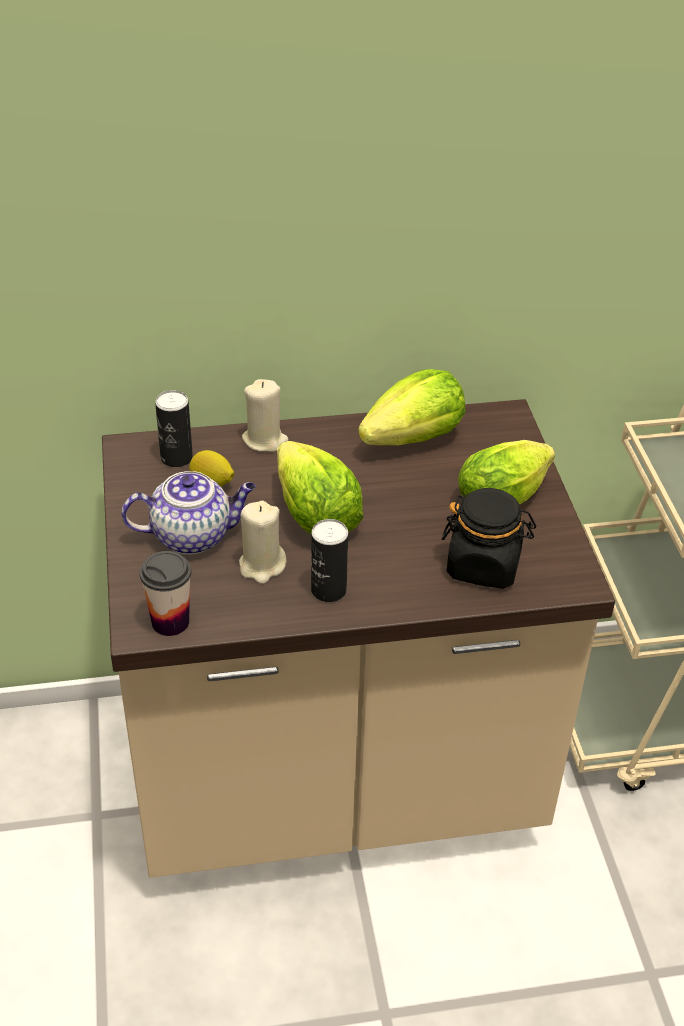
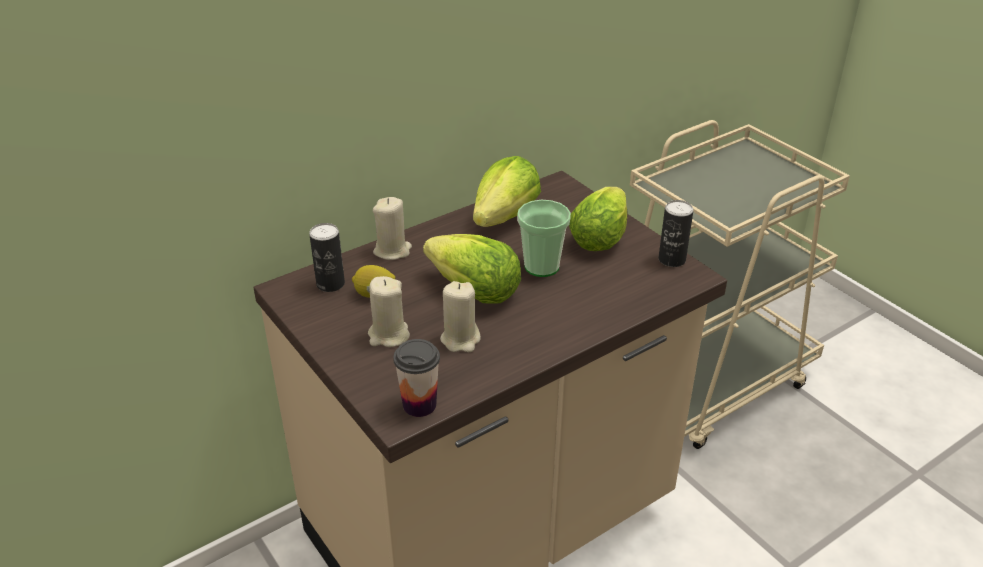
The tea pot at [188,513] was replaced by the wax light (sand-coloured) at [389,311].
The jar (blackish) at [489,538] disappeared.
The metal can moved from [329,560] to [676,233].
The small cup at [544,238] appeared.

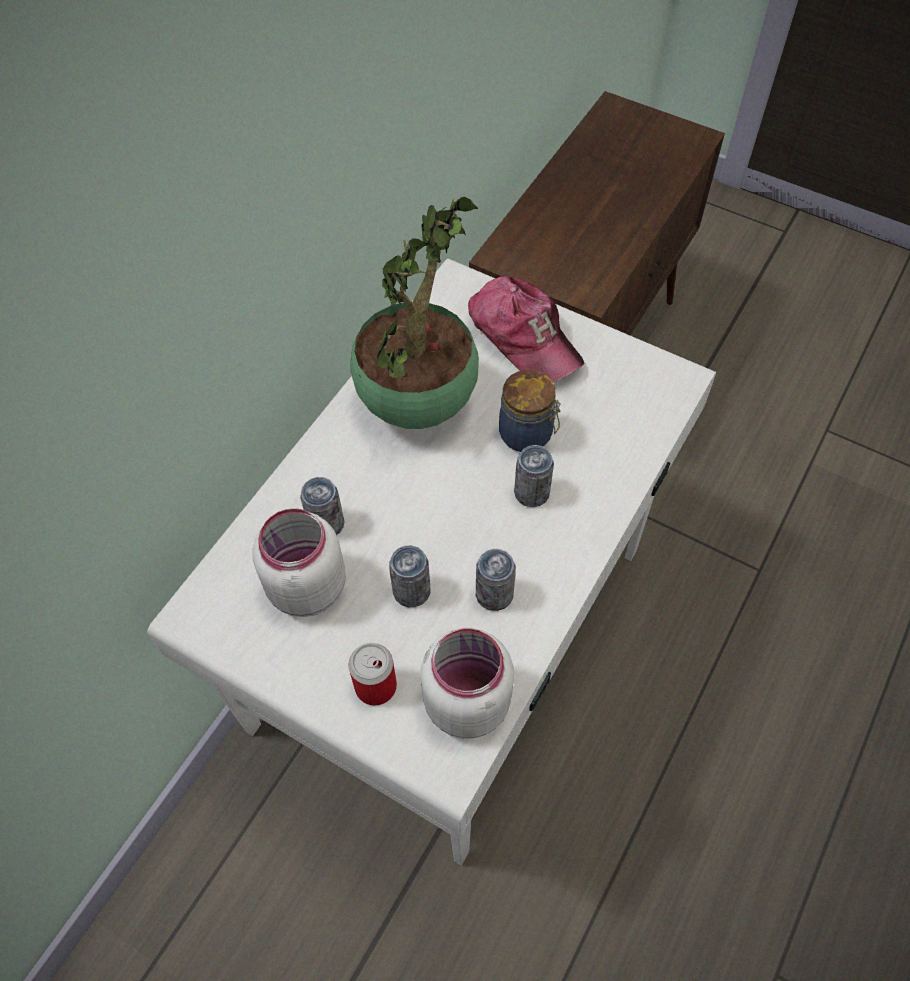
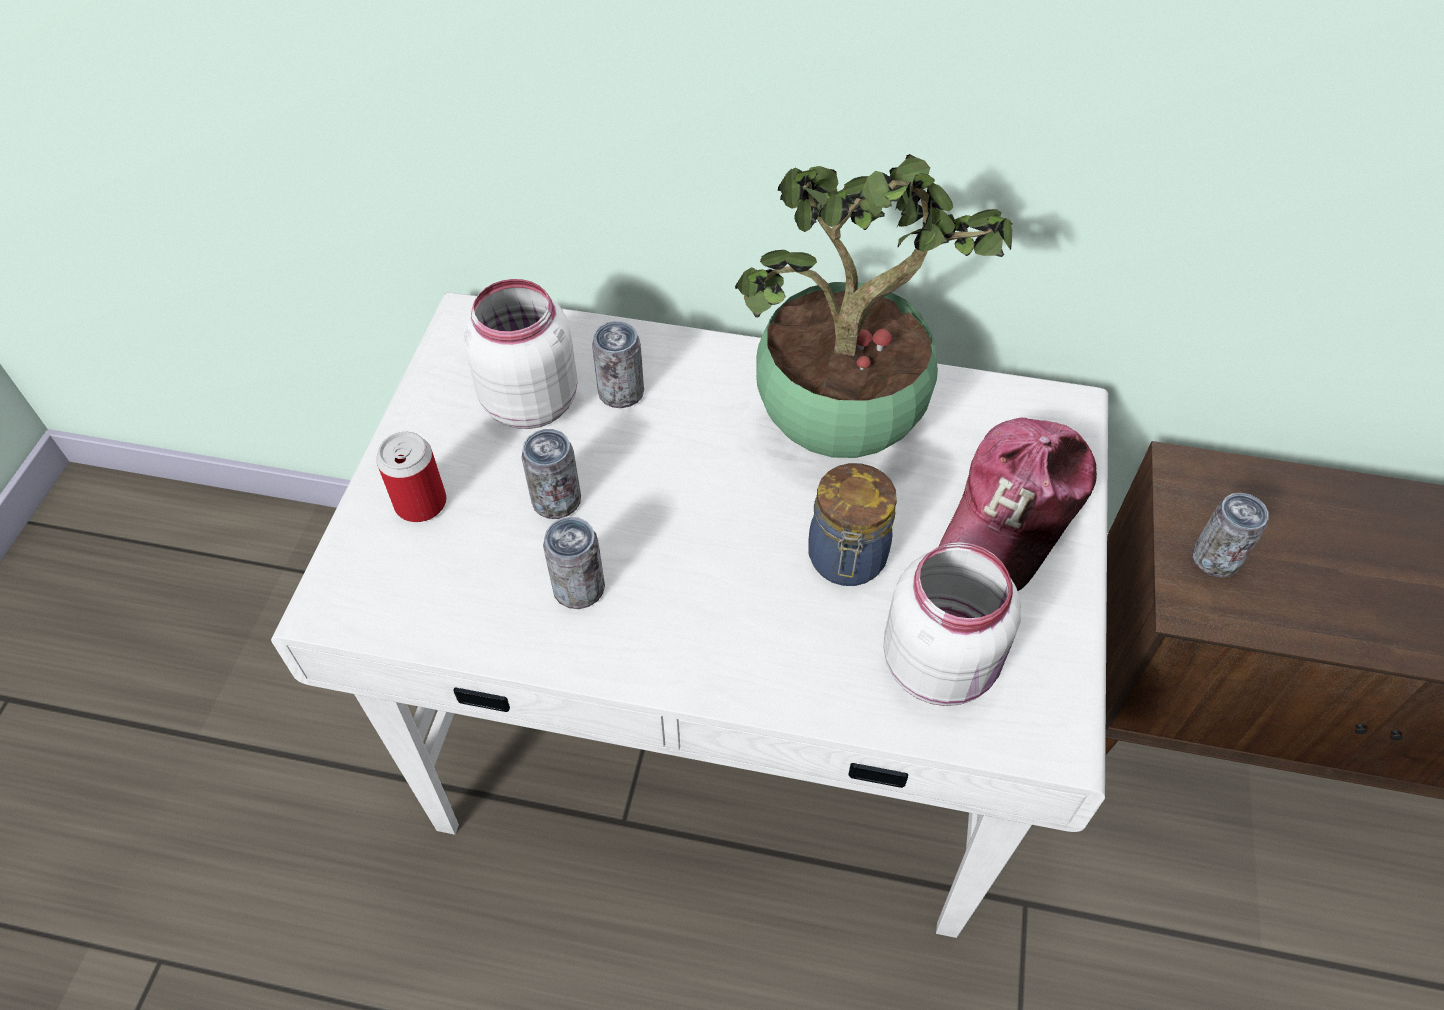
The metal can moved from [534,476] to [1230,535].
The jar (whitish) moved from [467,683] to [952,624].

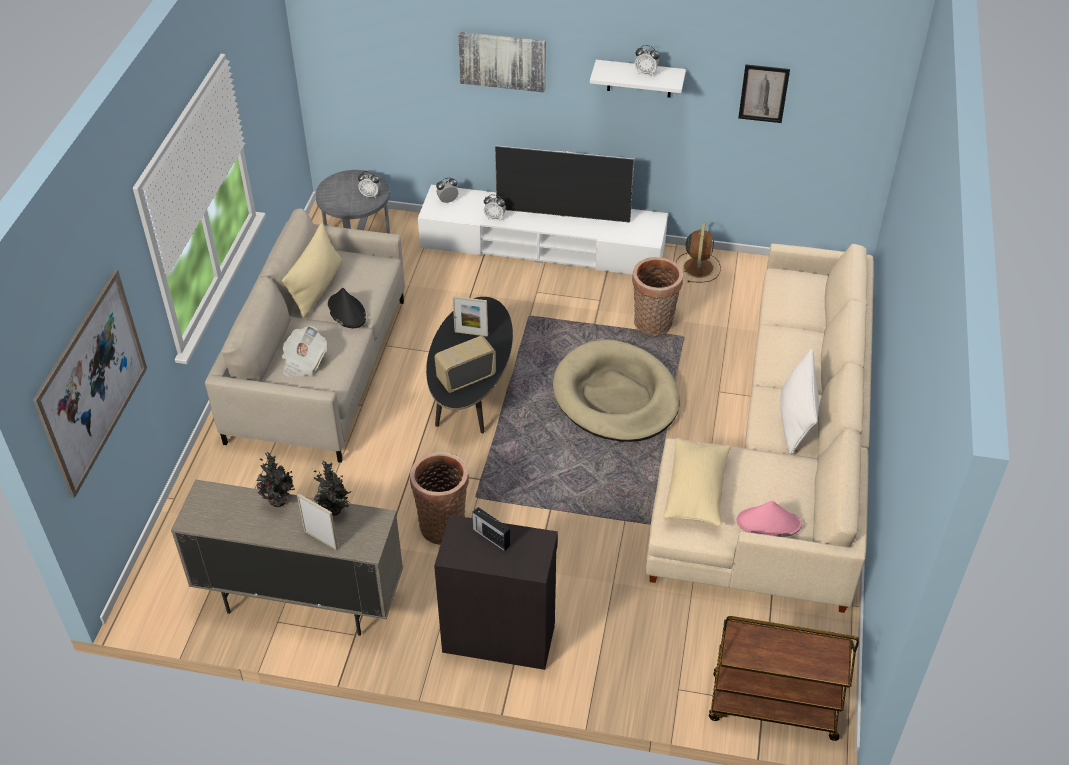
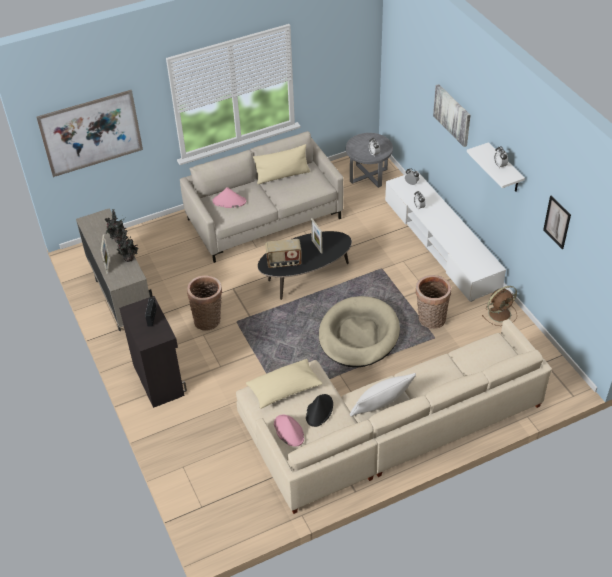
The TV set at [564,184] disappeared.
The wearable hat (blackish) moved from [347,308] to [319,410].
The printed paper at [304,351] was replaced by the wearable hat (pinkish) at [229,197].
The radio set at [465,364] turned 150 degrees clockwise.
The trolley (brownish) at [784,678] disappeared.

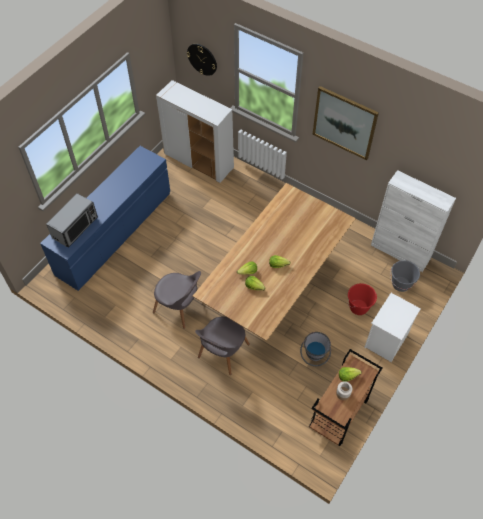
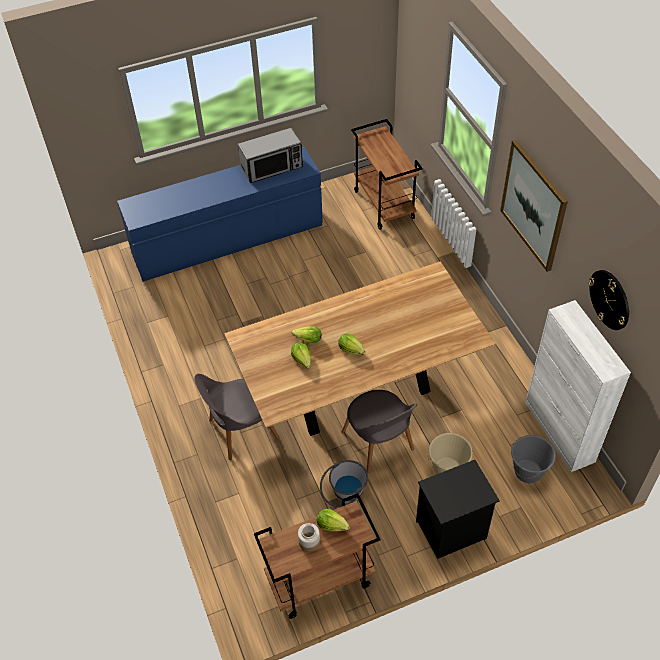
The clock on the wall moved from [202,59] to [608,300].
The cabinet (whitish) at [195,131] was replaced by the trolley (brownish) at [386,174].
The microwave moved from [72,220] to [270,155].
The chair (gray) moved from [177,300] to [379,431].
The pail (red) at [362,299] became the pail (sand-coloured) at [450,453].
The night table (whitish) at [392,327] became the night table (blackish) at [458,509].

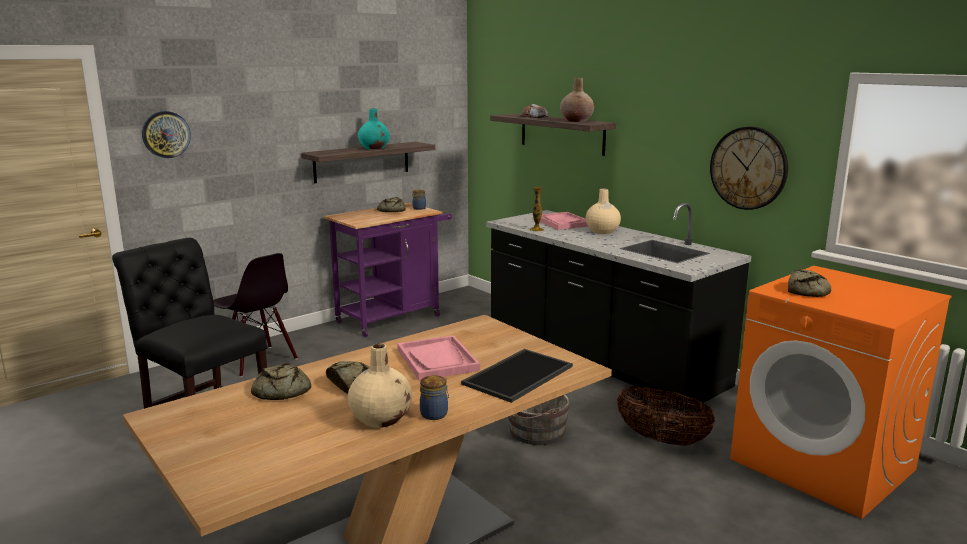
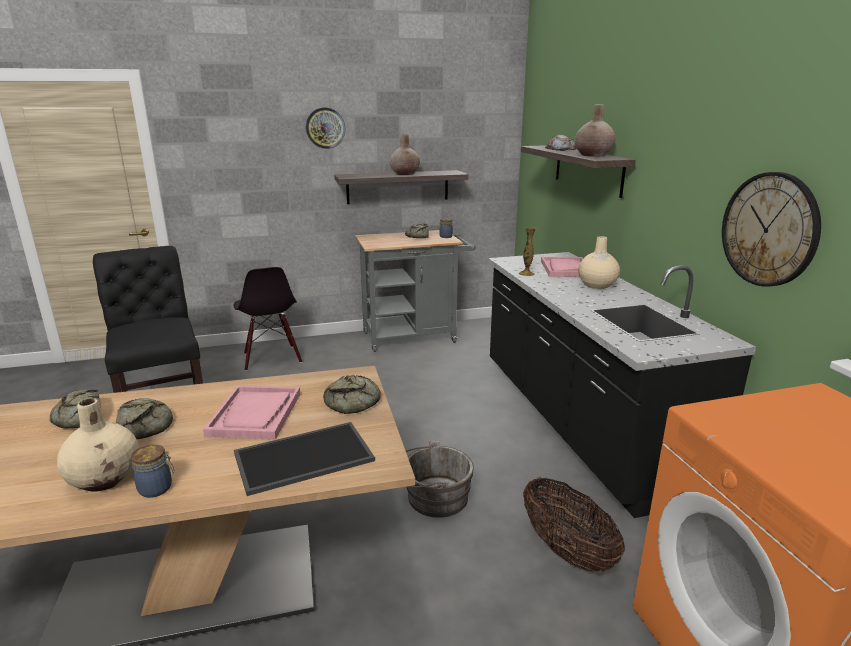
The decorative vase (blue-green) at [374,128] became the decorative vase (sand-coloured) at [404,155].
The clock on the wall moved from [166,134] to [325,128].
The trolley (purplish) at [388,270] became the trolley (gray) at [415,291].
The baked bread moved from [809,283] to [352,394].

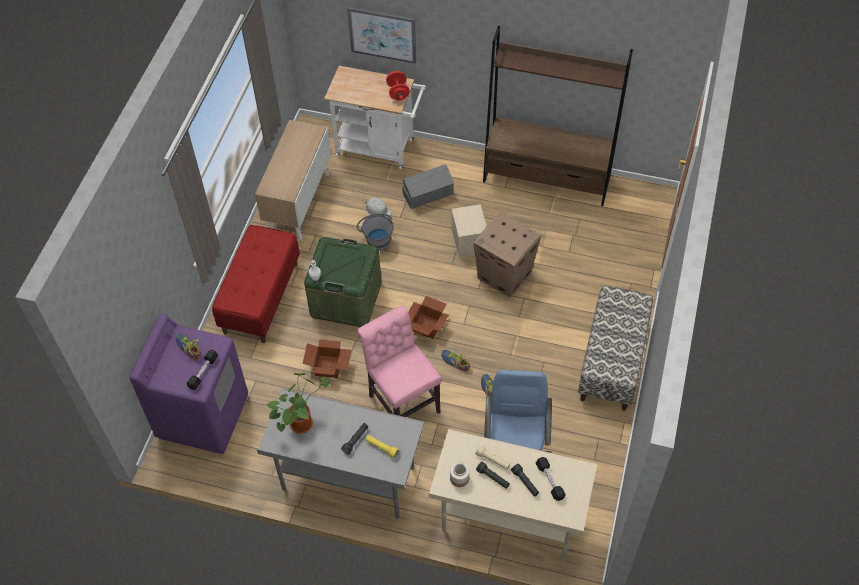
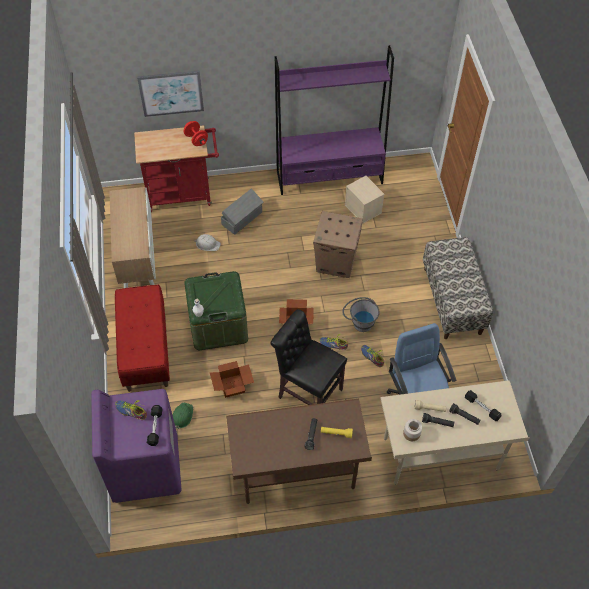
The shelving unit (brownish) at [558,116] became the shelving unit (purplish) at [334,120].
The trolley (whitish) at [375,118] became the trolley (red) at [176,168].
The storage bin (sand-coloured) moved from [469,231] to [364,200].
The pail (gray) moved from [375,232] to [361,314].
The chair (pinkish) at [399,361] became the chair (blackish) at [308,357].
The potted plant at [297,403] disappeared.
The desk unit (gray) at [341,453] became the desk unit (brownish) at [299,451].
The hard hat (green) at [183,416] appeared.

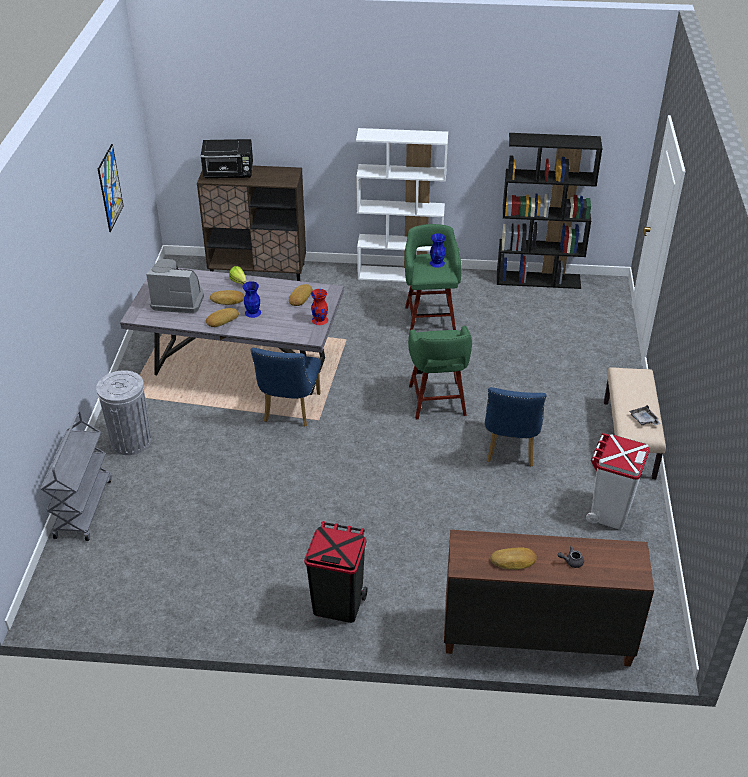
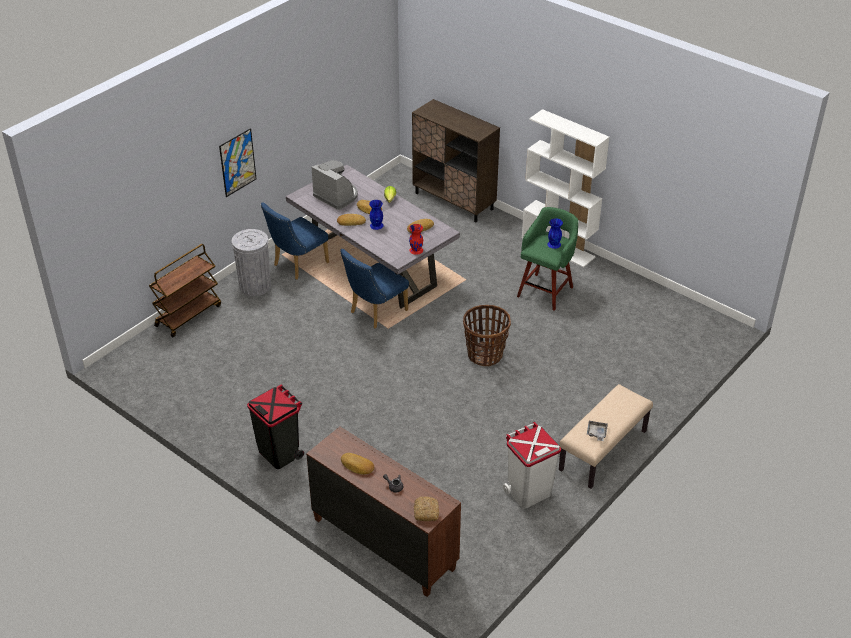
The shelving unit (blackish) at [550,211] disappeared.
The microwave (blackish) at [227,159] disappeared.
The picture moved from [111,188] to [238,162].
The stool (green) at [440,372] was replaced by the storage basket at [487,336].
The chair (bluish) moved from [515,427] to [295,241].
The trolley (gray) at [76,476] became the trolley (brownish) at [185,290].
The baked bread at [426,509] appeared.

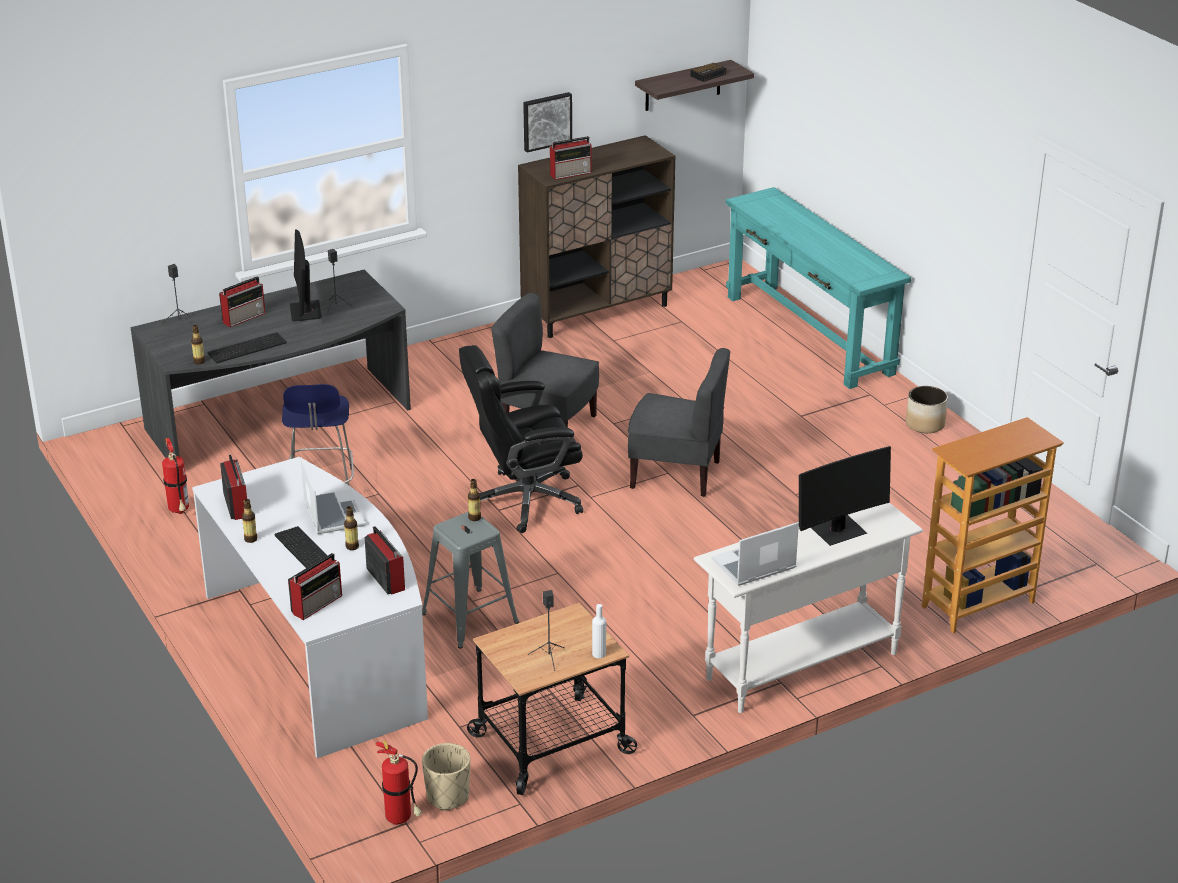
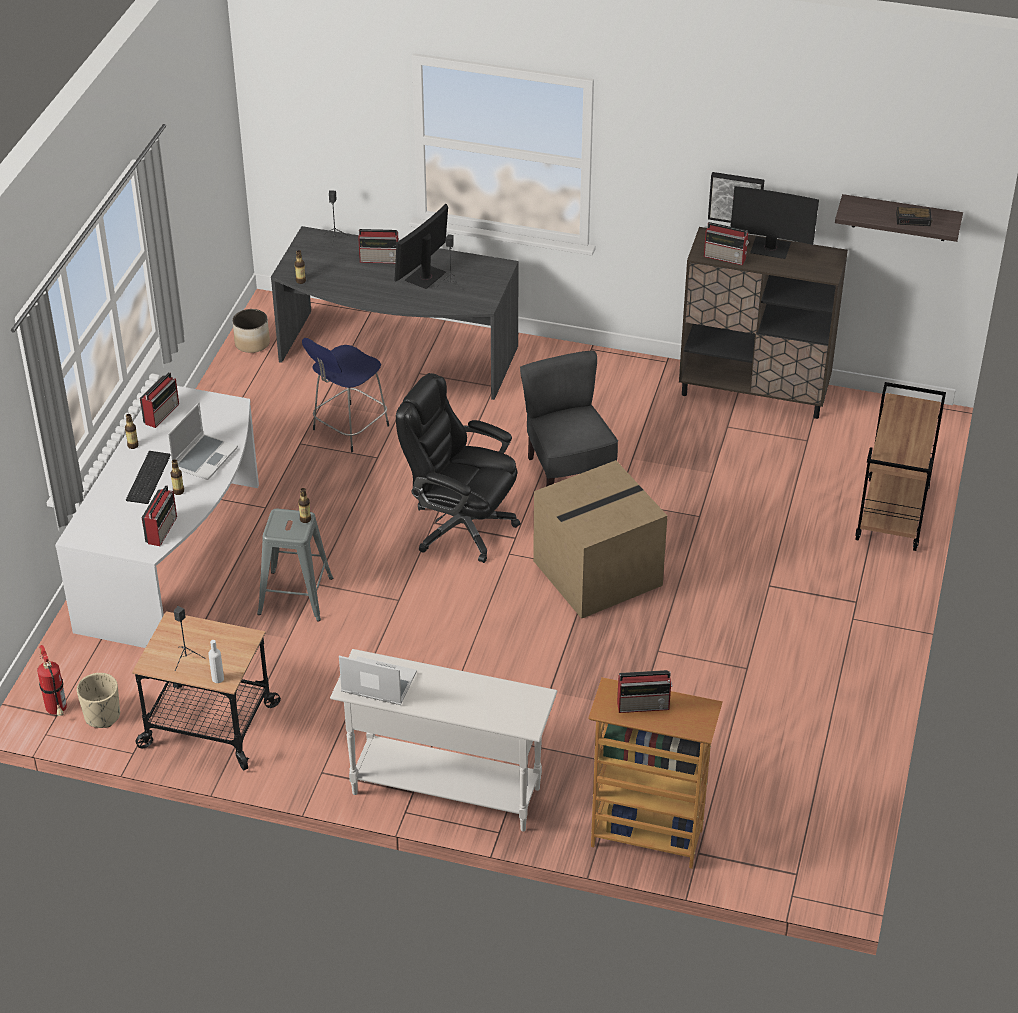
The console table (blue-green) at [818,288] was replaced by the trolley (brownish) at [900,466].
The PC keyboard at [247,347] disappeared.
The chair (gray) at [679,422] was replaced by the cardboard box at [600,539].
The plant pot moved from [927,409] to [251,331].
The fire-fighting cylinder at [175,476] disappeared.
The computer screen moved from [845,496] to [774,222].
The radio set moved from [315,586] to [645,691].

